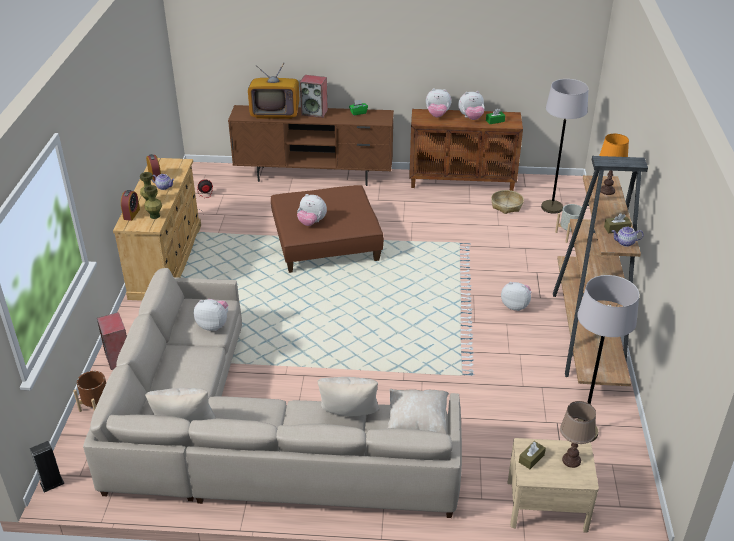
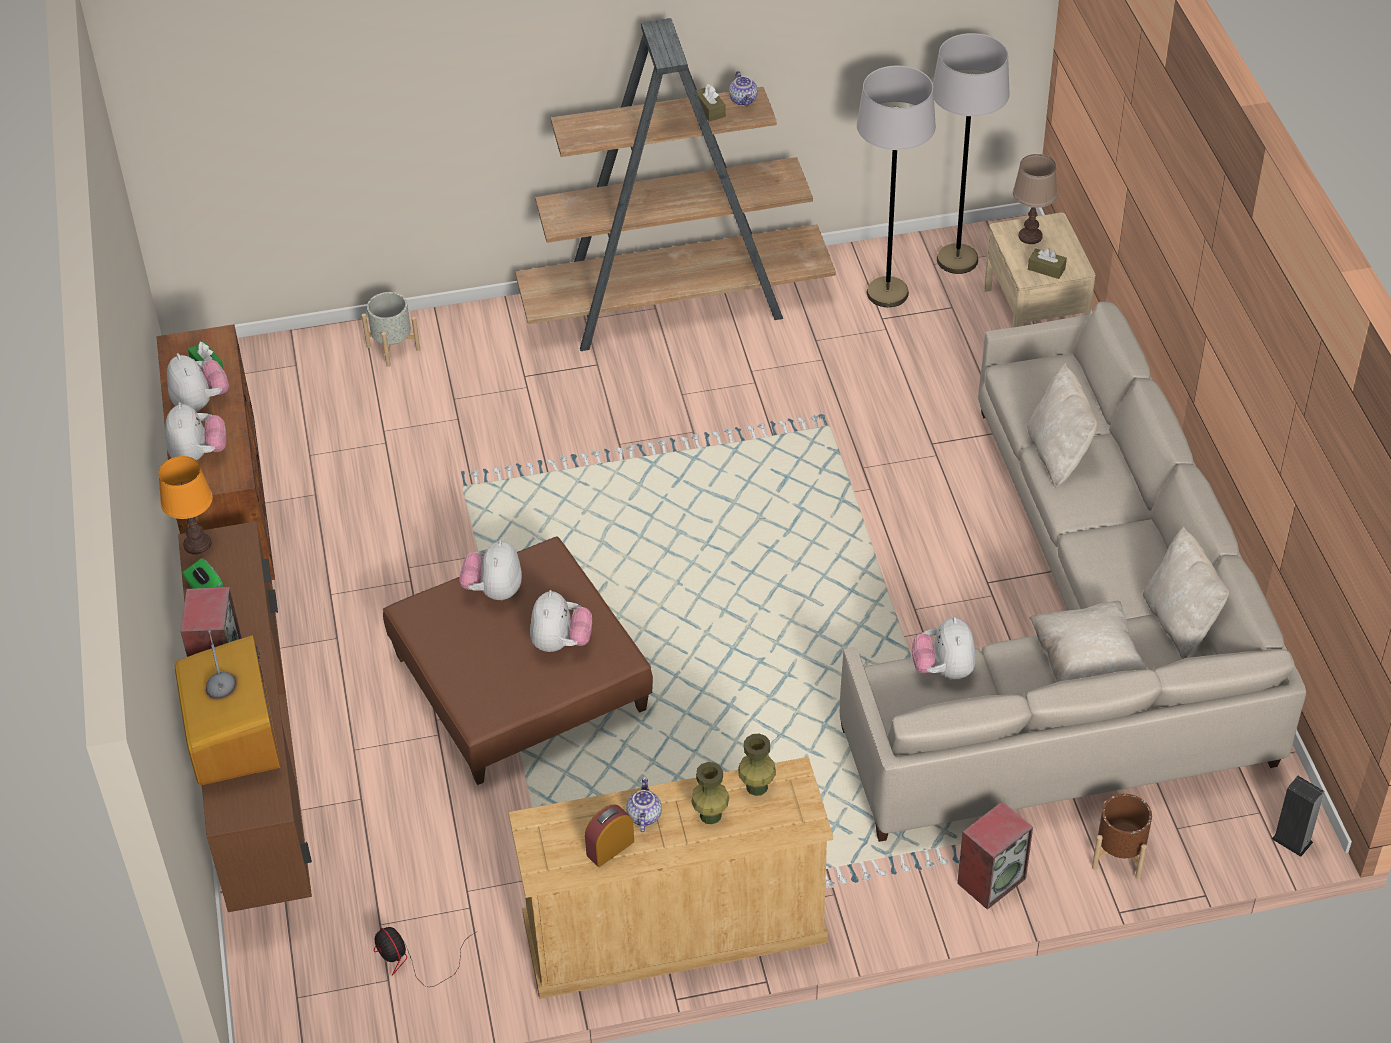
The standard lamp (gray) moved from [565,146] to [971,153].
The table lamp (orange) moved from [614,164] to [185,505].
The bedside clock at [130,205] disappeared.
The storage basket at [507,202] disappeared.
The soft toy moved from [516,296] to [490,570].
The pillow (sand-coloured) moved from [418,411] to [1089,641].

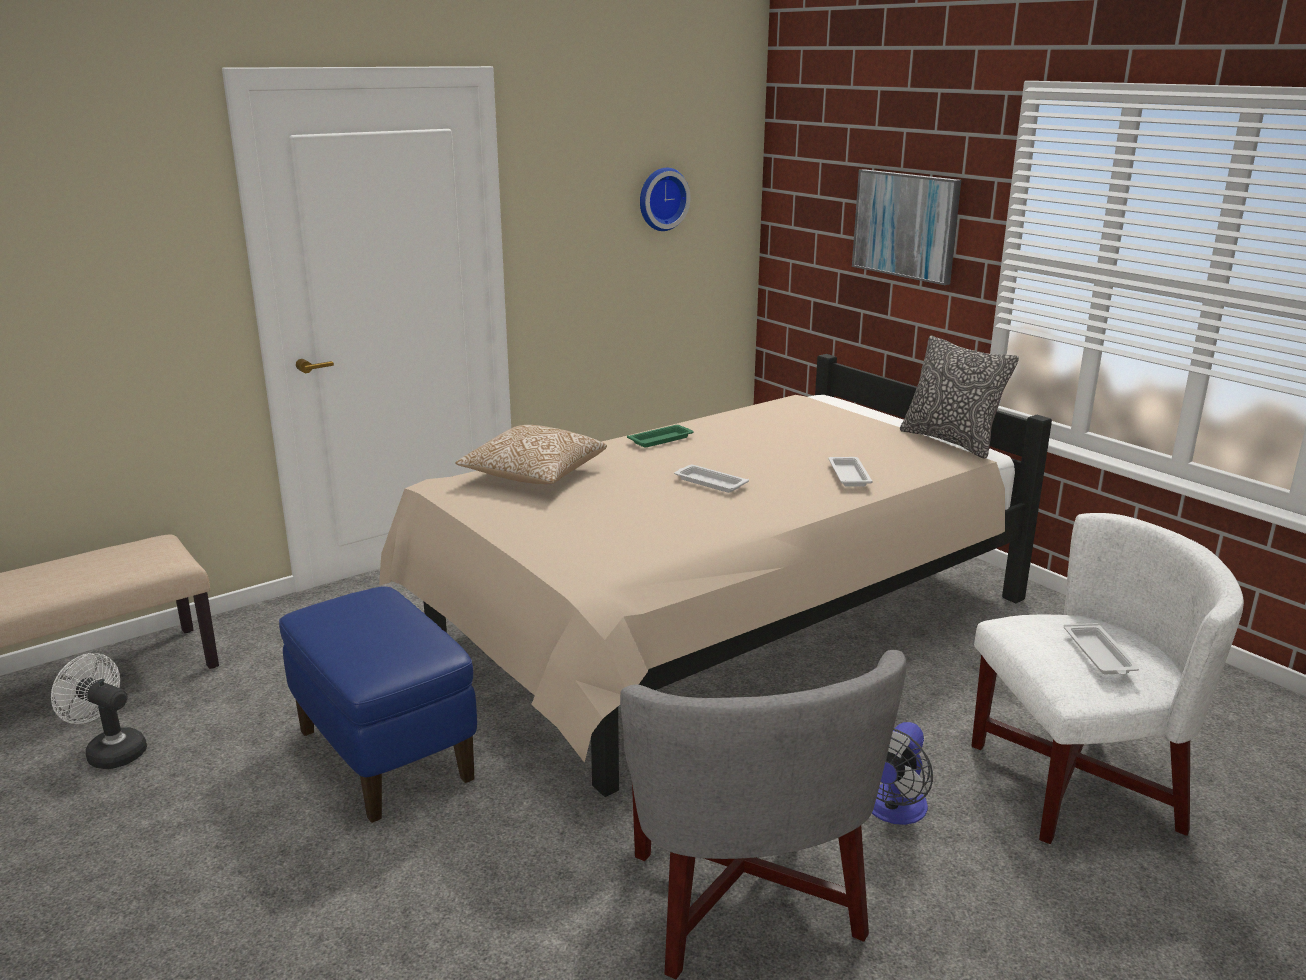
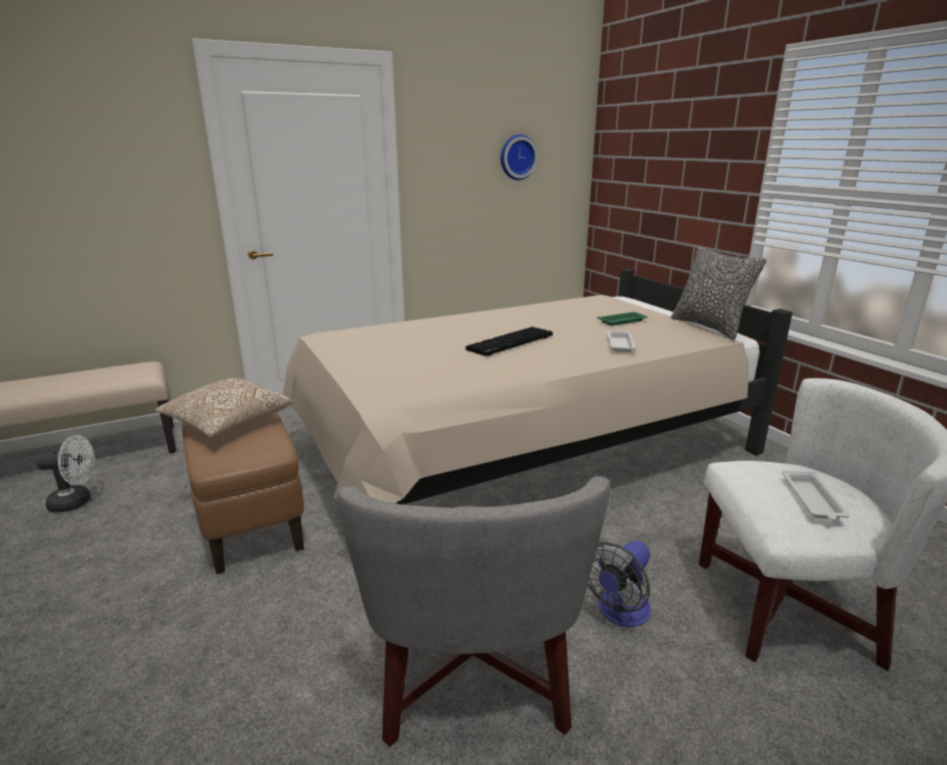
The picture at [906,227] disappeared.
The pillow moved from [531,454] to [224,407].
The tray (green) moved from [660,436] to [622,319].
The tray (whitish) at [711,479] was replaced by the PC keyboard at [509,341].
The footrest (bluish) at [378,704] became the footrest (brownish) at [243,493].
The cooling fan (whitish) at [99,711] turned 135 degrees clockwise.

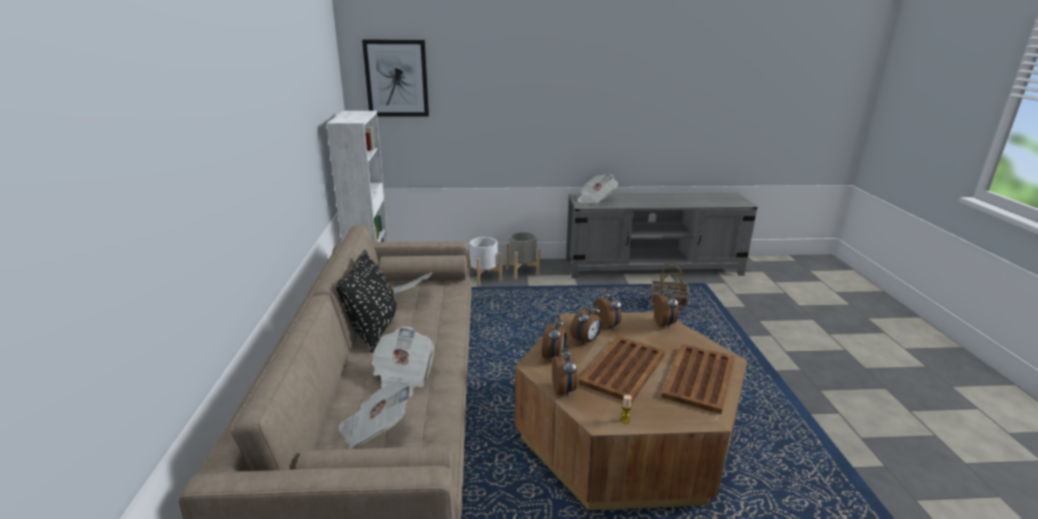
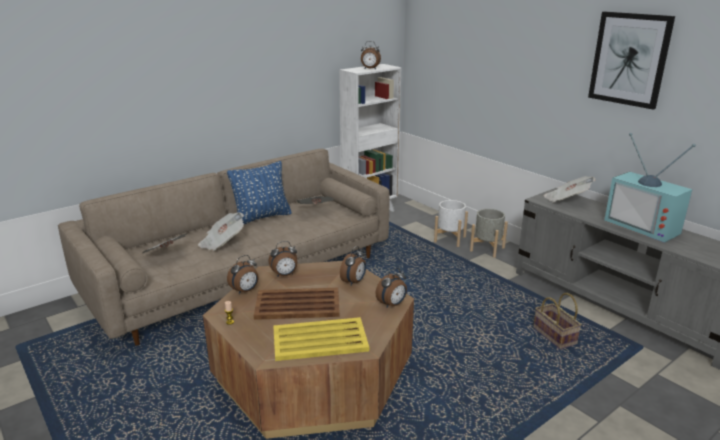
The picture moved from [395,78] to [631,61].
The pillow (blackish) at [366,301] became the pillow (bluish) at [259,192].
The bedside clock moved from [585,323] to [371,55].
The tray (brownish) at [698,379] became the tray (yellowish) at [321,339].
The TV set at [650,188] appeared.

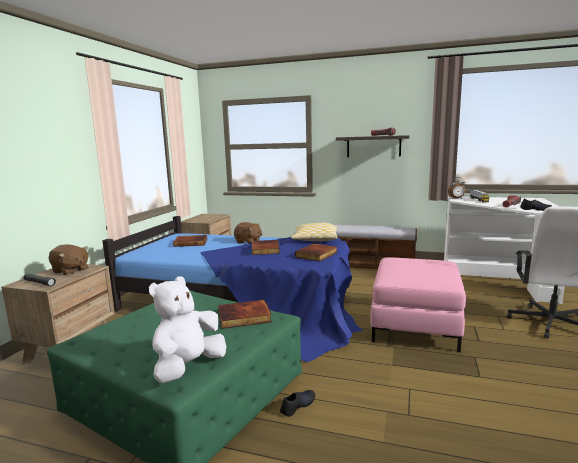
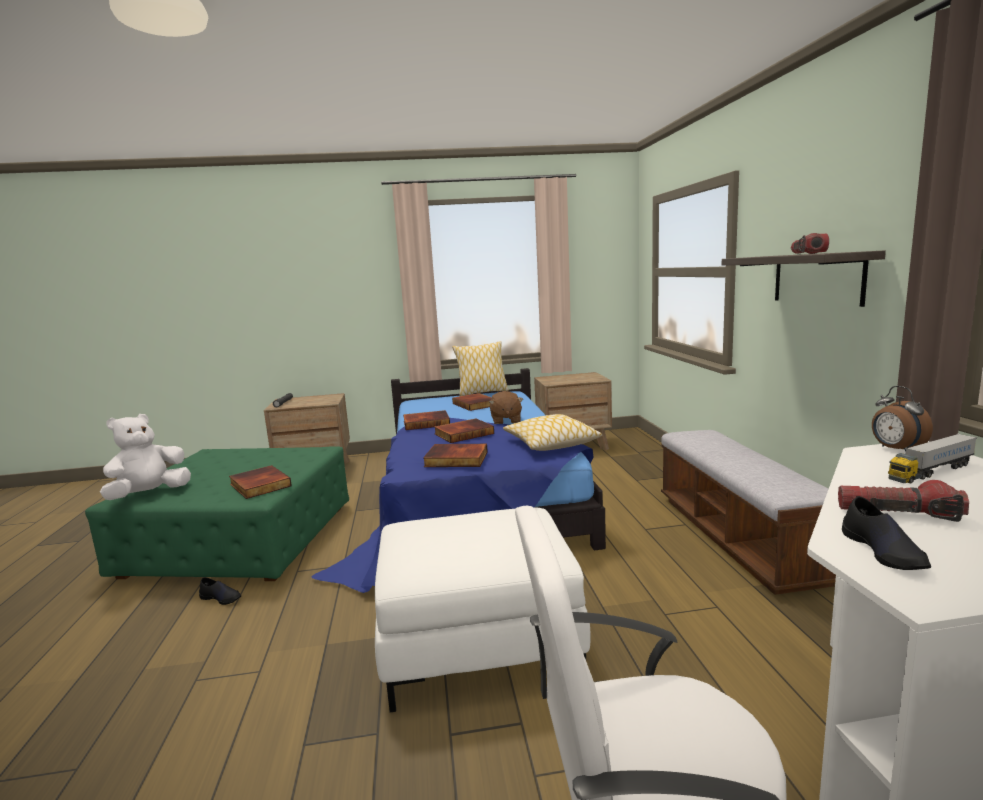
The soft toy (brownish) at [69,259] disappeared.
The footrest (pinkish) at [418,305] became the footrest (whitish) at [482,610].
The soft toy (whitish) at [187,330] turned 60 degrees counterclockwise.
The pillow at [480,368] appeared.
The book at [426,420] appeared.

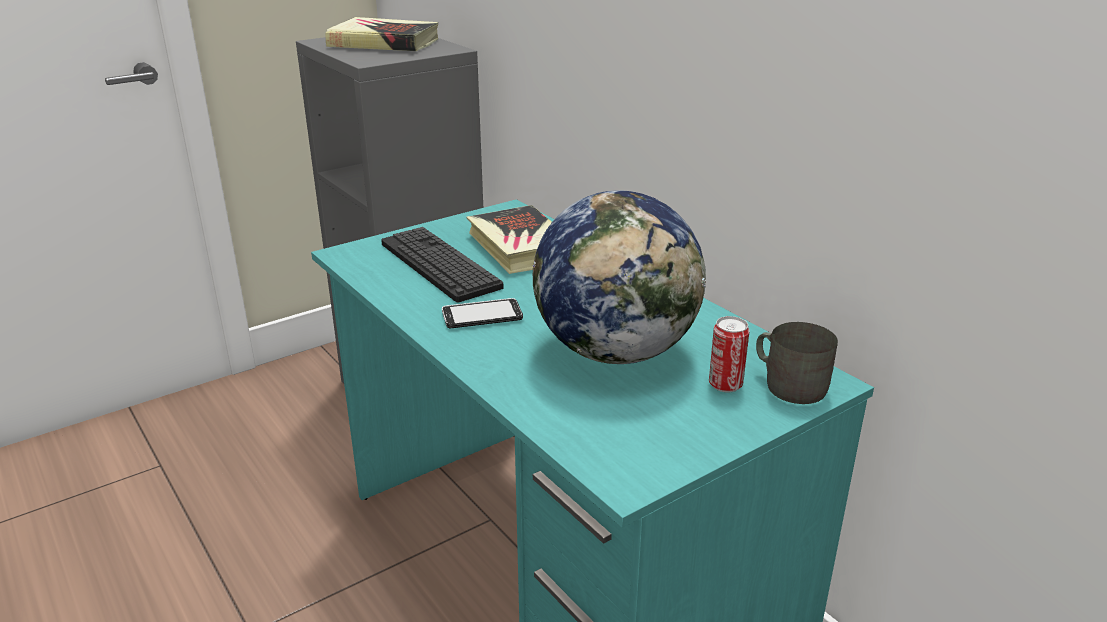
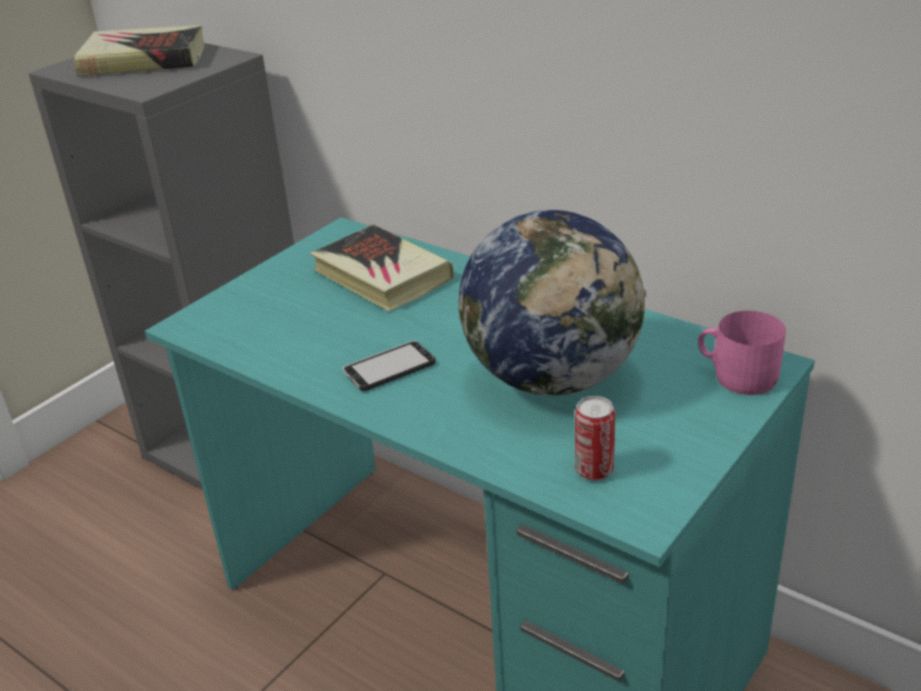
The PC keyboard at [442,264] disappeared.
The metal can moved from [729,354] to [595,438].
The tea mug (gray) at [797,363] became the tea mug (pinkish) at [742,353].

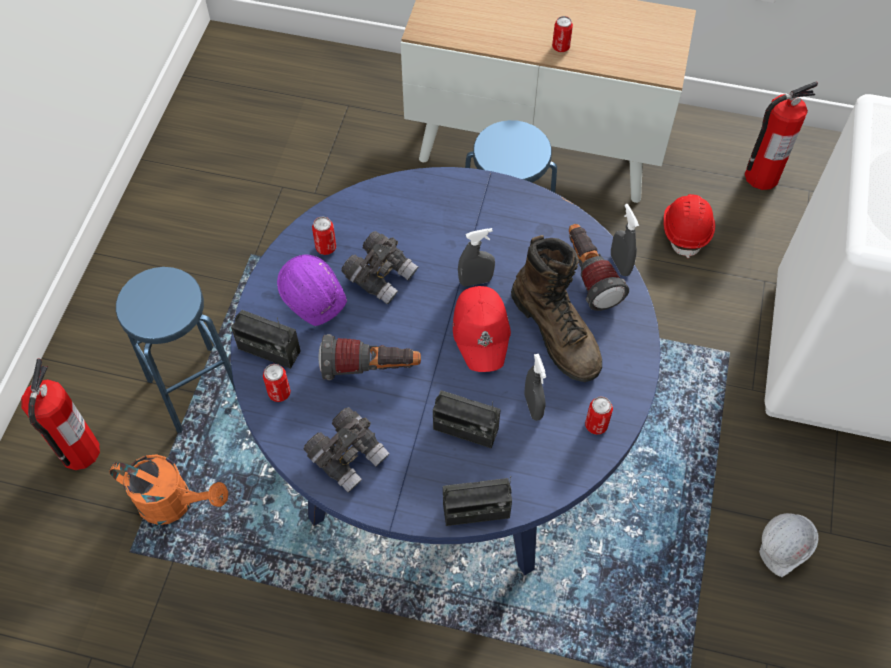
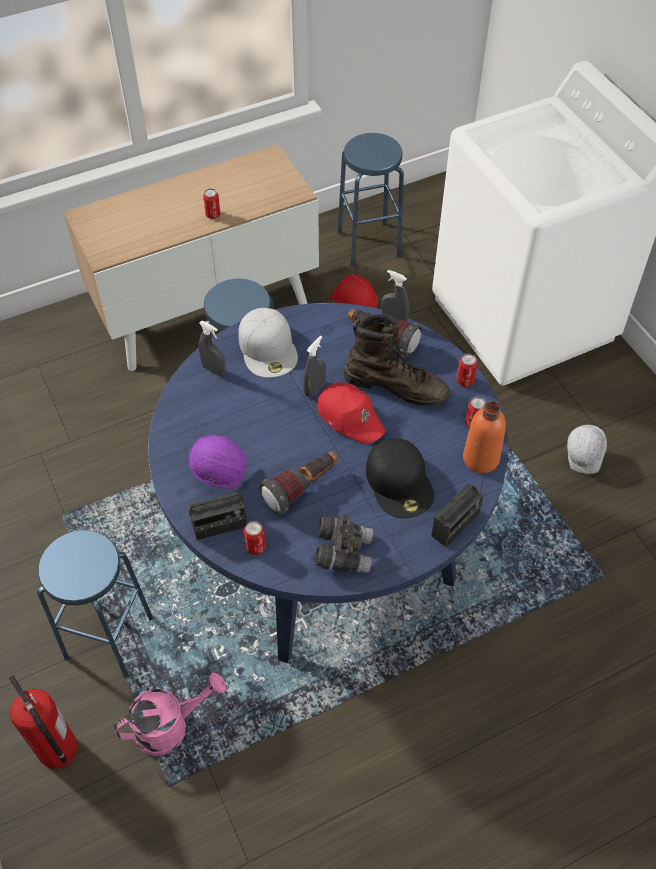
The fire-fighting cylinder at [781,135] was replaced by the stool (bluish) at [371,200].
The metal can moved from [324,236] to [467,370].
The binoculars (gray) at [379,268] disappeared.
The sprayer (gray) moved from [535,387] to [212,349].
The radio set at [467,419] was replaced by the baseball cap (blackish) at [400,478].
The sprinkling can (orange) at [168,489] became the sprinkling can (pinkish) at [170,714].
The baseball cap (whitish) at [268,343] appeared.
The beverage bottle (orange) at [484,437] appeared.

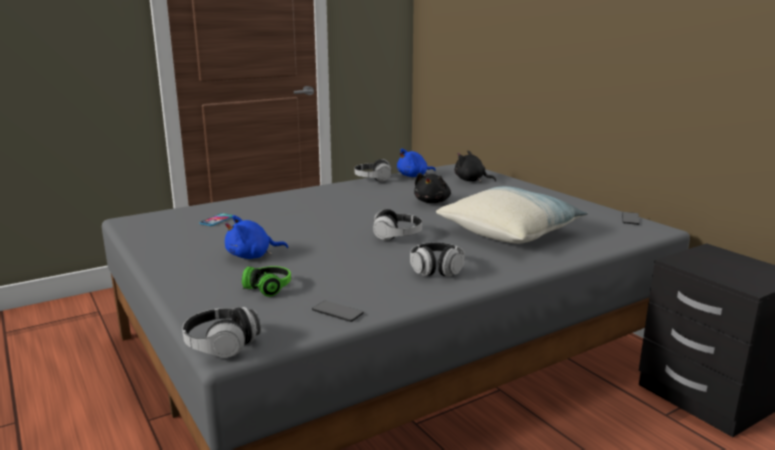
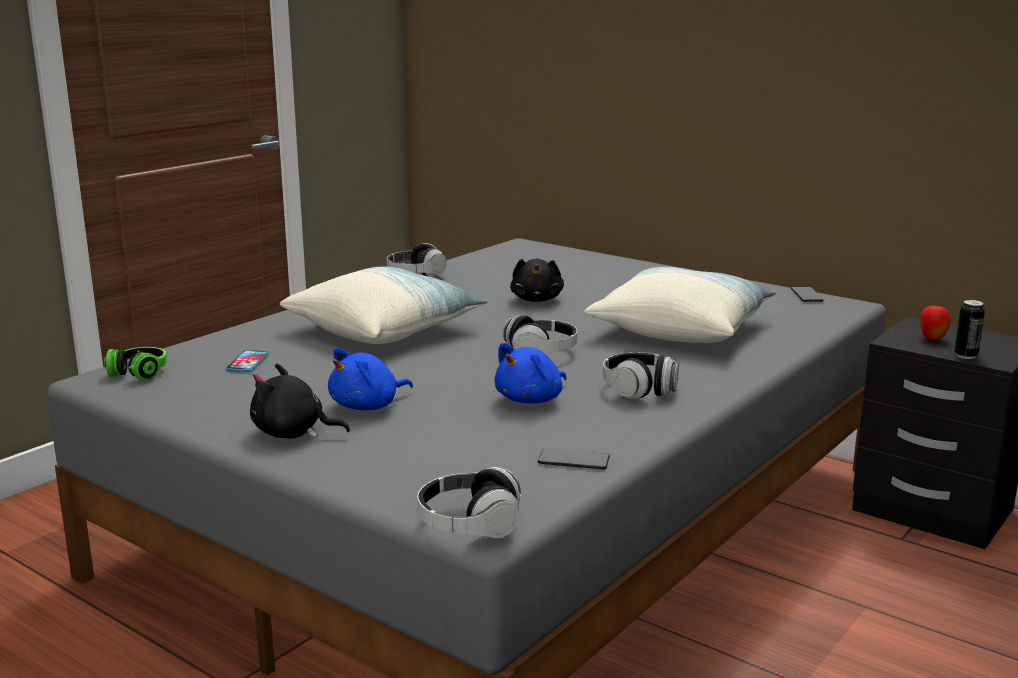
The soft toy (bluish) moved from [416,163] to [531,373].
The soft toy (blackish) moved from [475,166] to [300,401].
The headset moved from [266,281] to [135,364].
The pillow at [384,305] appeared.
The metal can at [969,329] appeared.
The apple at [935,322] appeared.

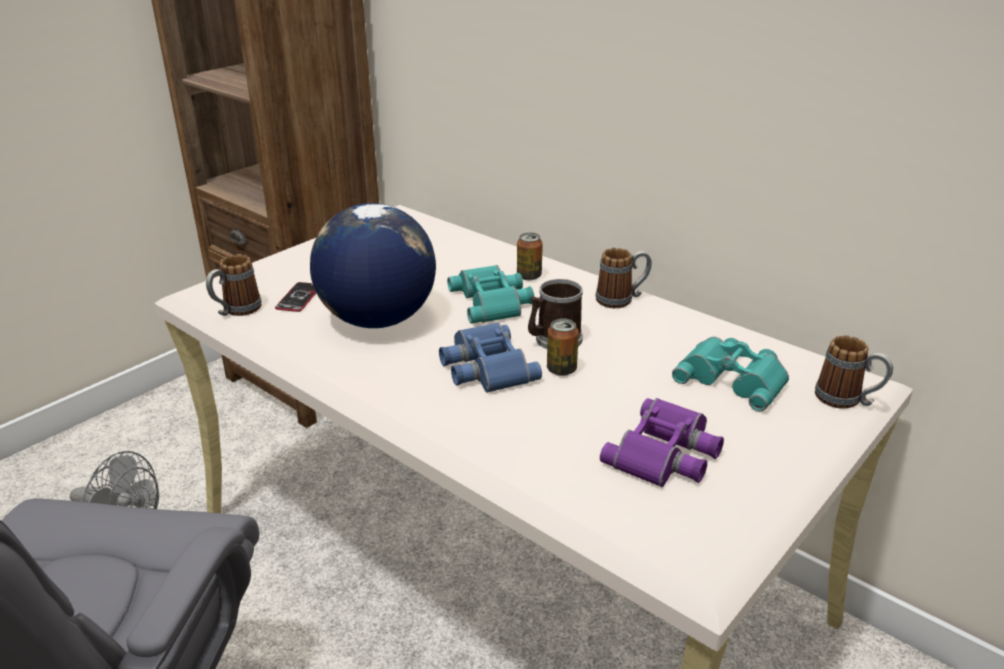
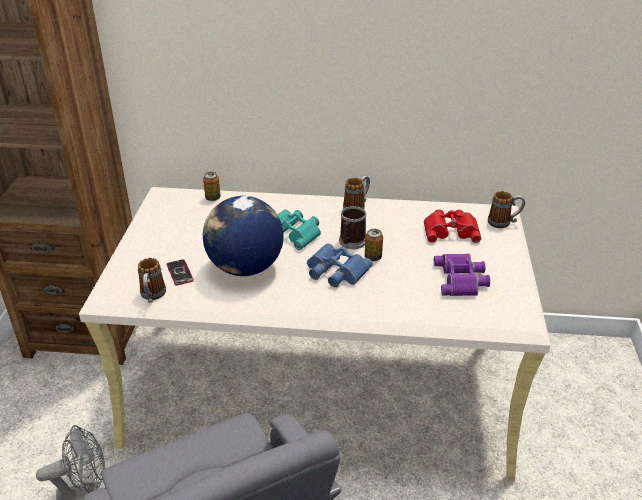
The metal can moved from [530,256] to [212,186].
The binoculars (blue-green) at [730,374] became the binoculars (red) at [452,226].

